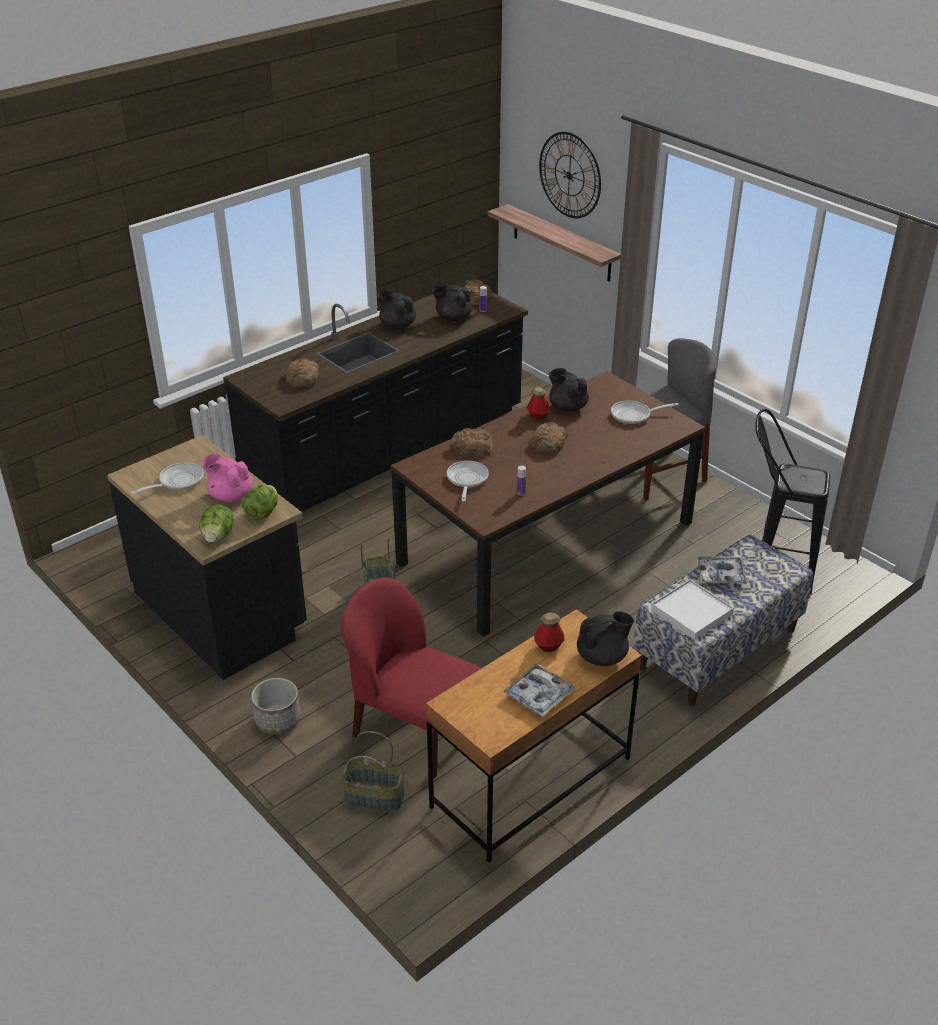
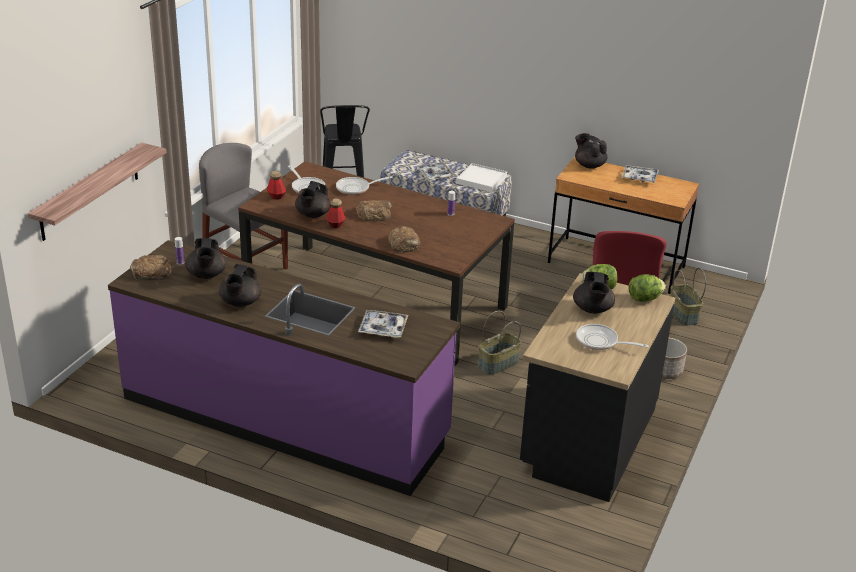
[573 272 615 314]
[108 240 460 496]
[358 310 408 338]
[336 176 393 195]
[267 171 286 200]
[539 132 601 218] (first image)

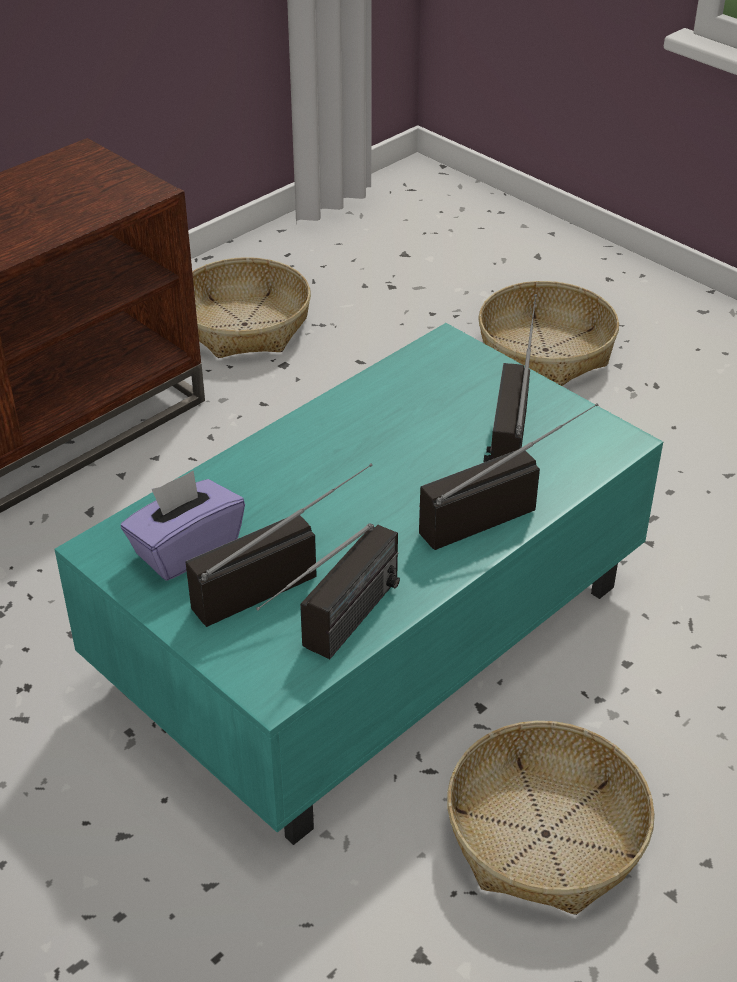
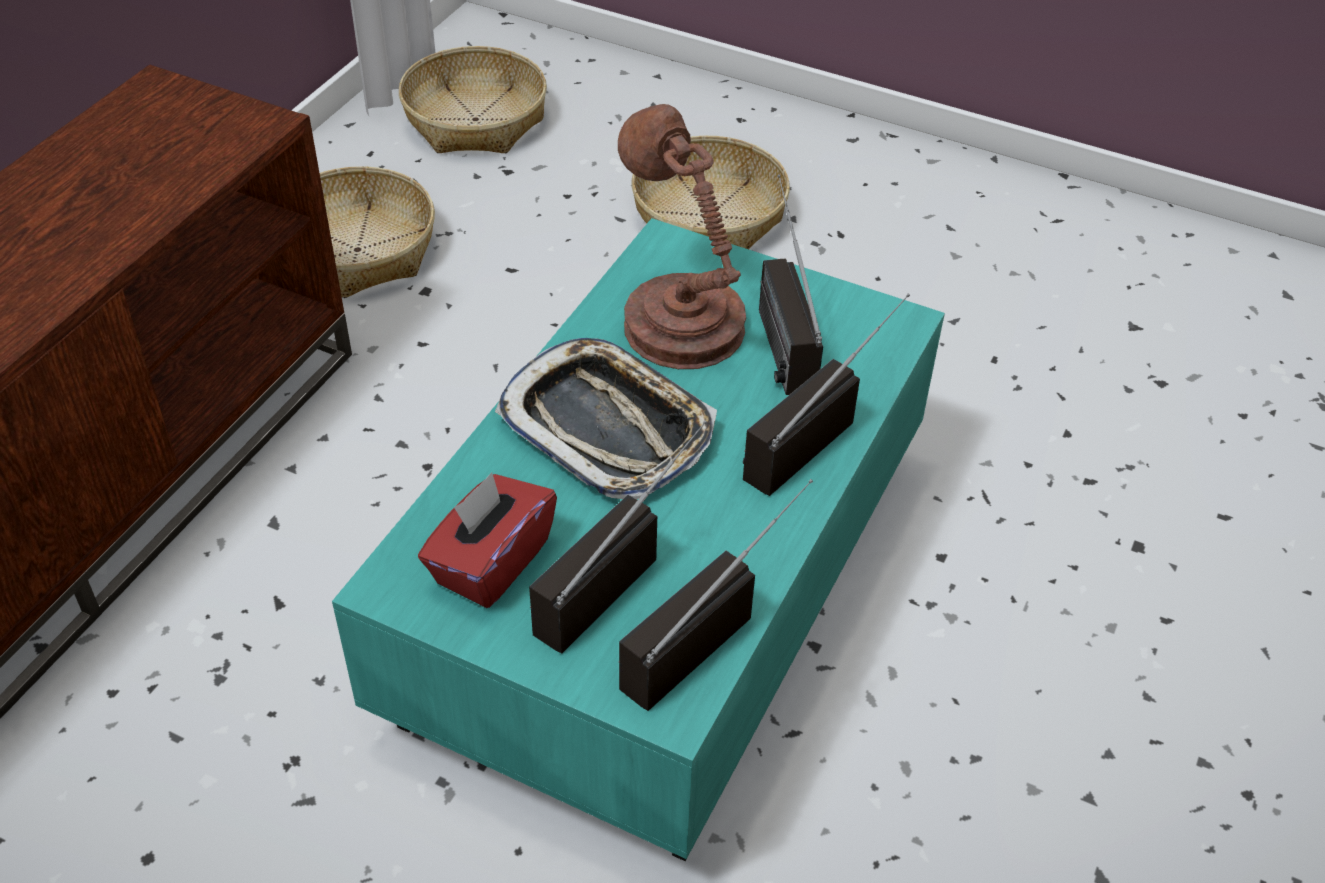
[418 472 557 608]
[618 479 813 711]
[399 46 547 153]
[495 338 717 499]
[618 104 746 369]

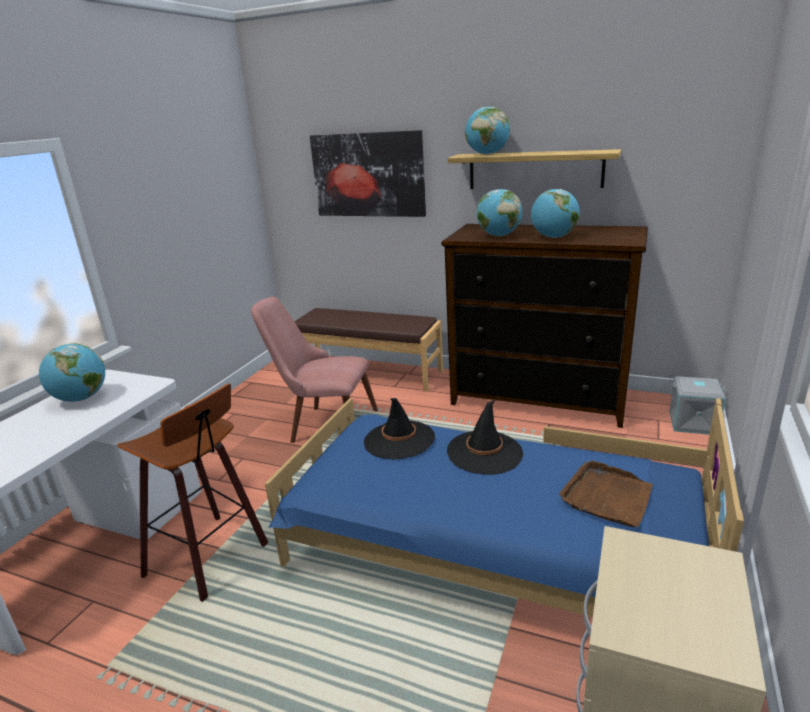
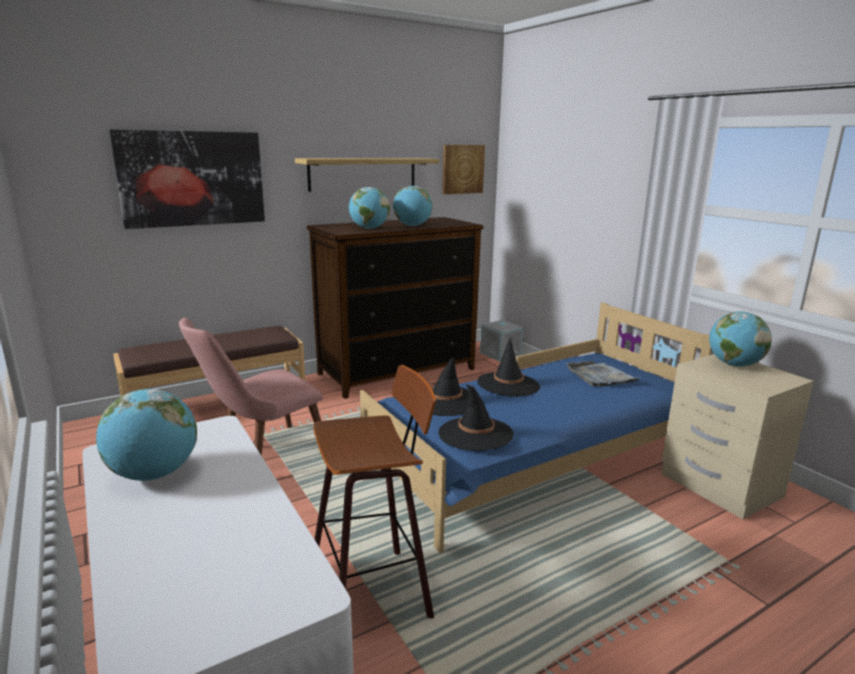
[709 311 772 367]
[566 361 639 387]
[438 384 514 451]
[442 145 485 194]

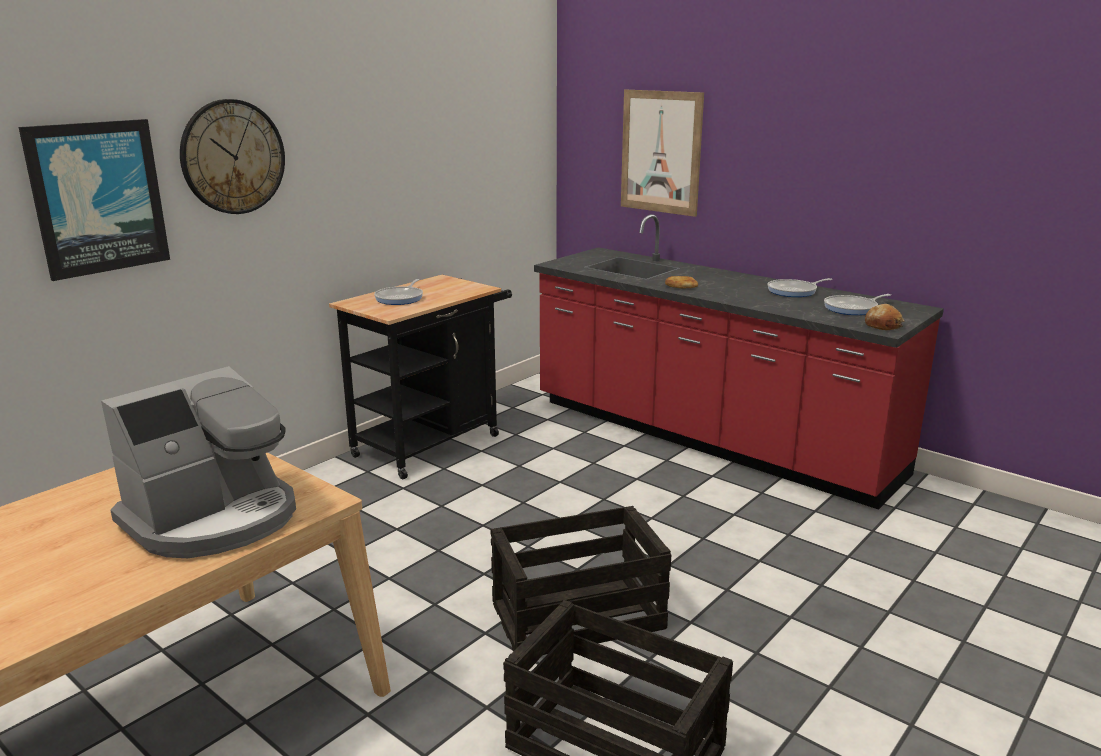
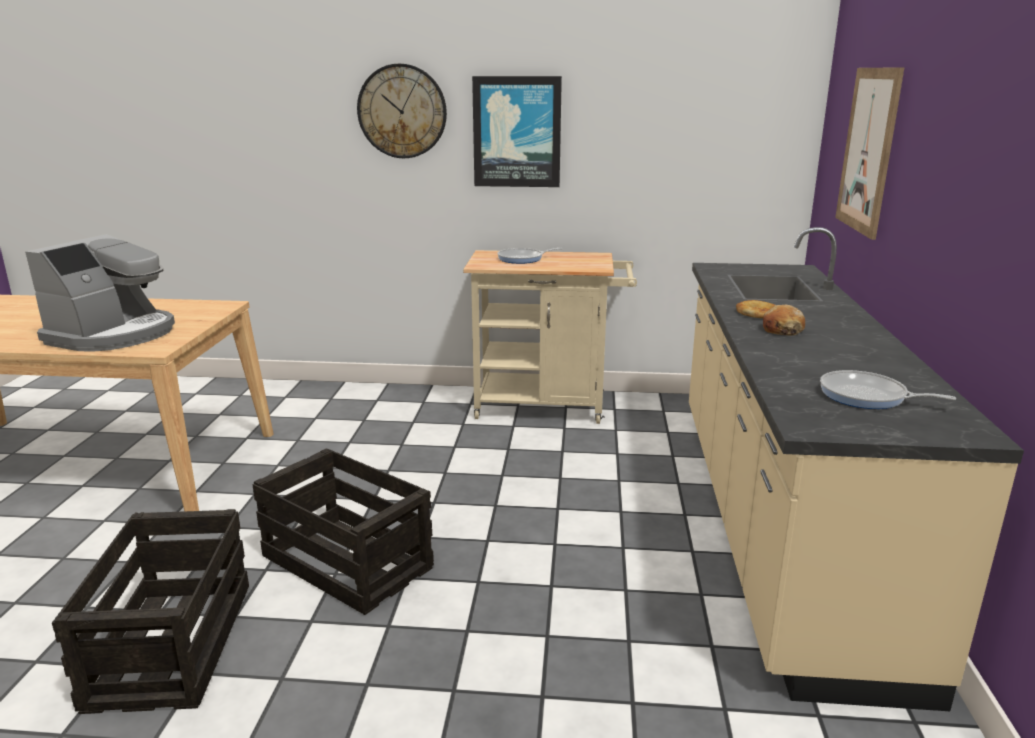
[472 76 562 187]
[25 234 175 351]
[463 250 637 424]
[689 227 1024 711]
[767 278 832 297] (first image)
[763 305 805 335]

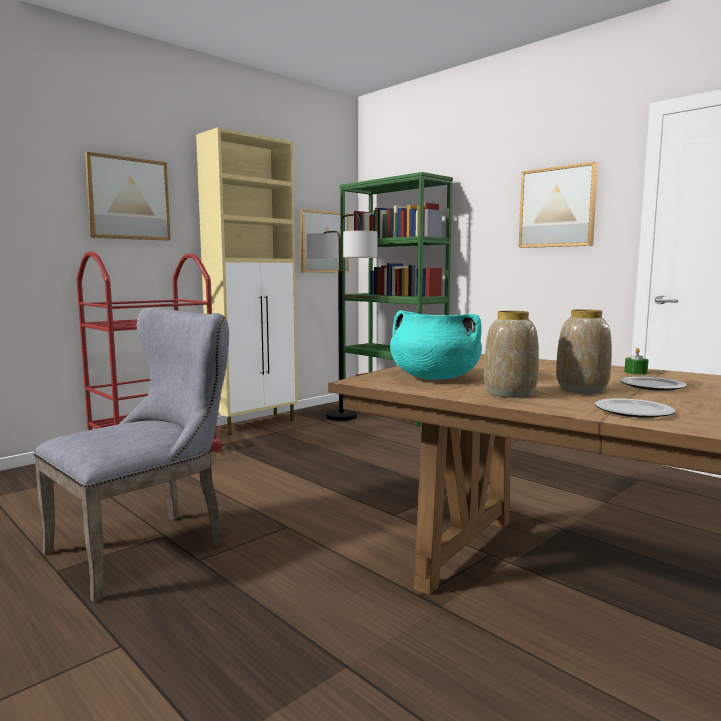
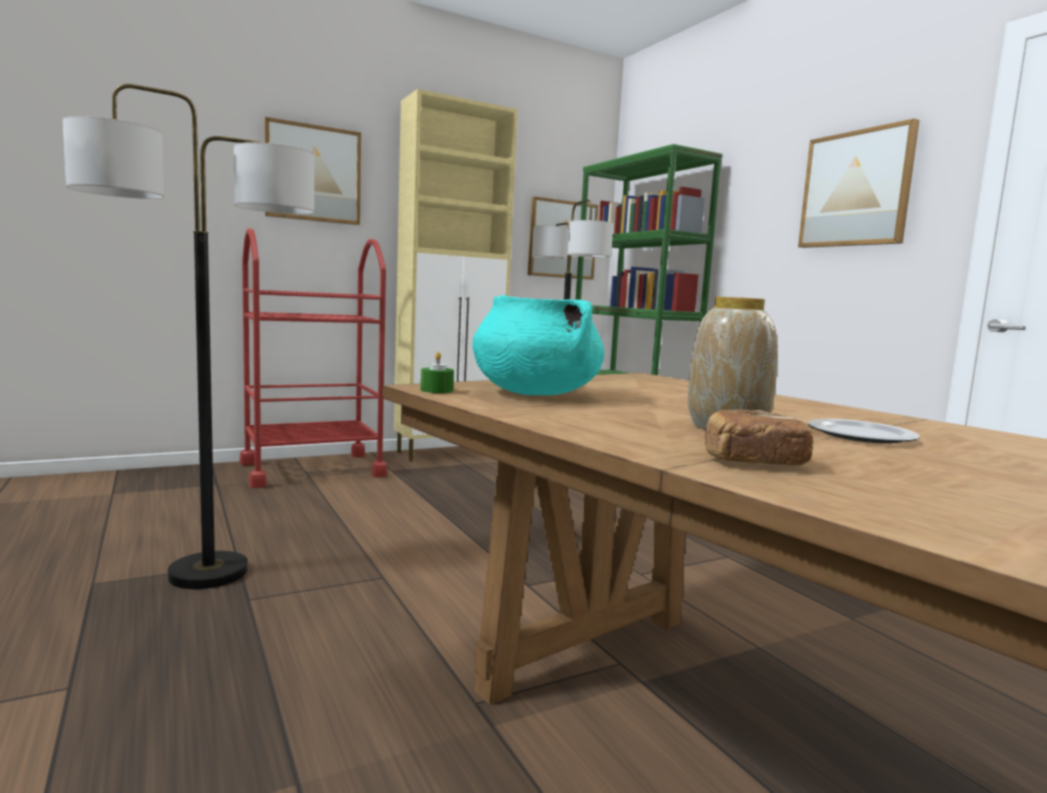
[63 84 314 589]
[484 311 539 398] (first image)
[705 409 813 465]
[421 352 454 393]

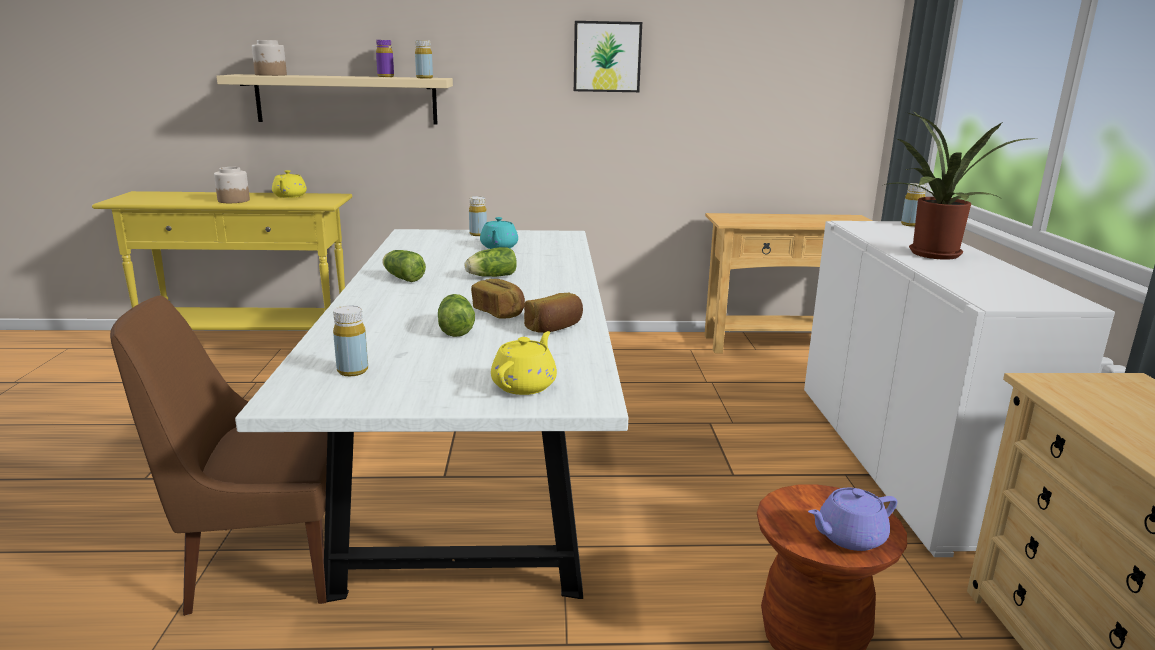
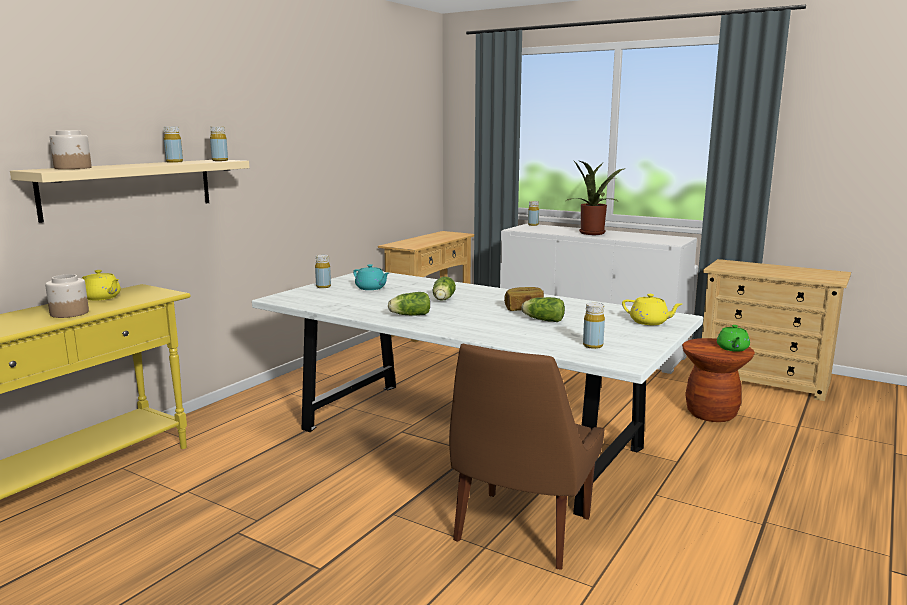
[164 127 183 163]
[622 294 682 325]
[524 293 583 333] (first image)
[574 21 642 92] (first image)
[717 325 750 352]

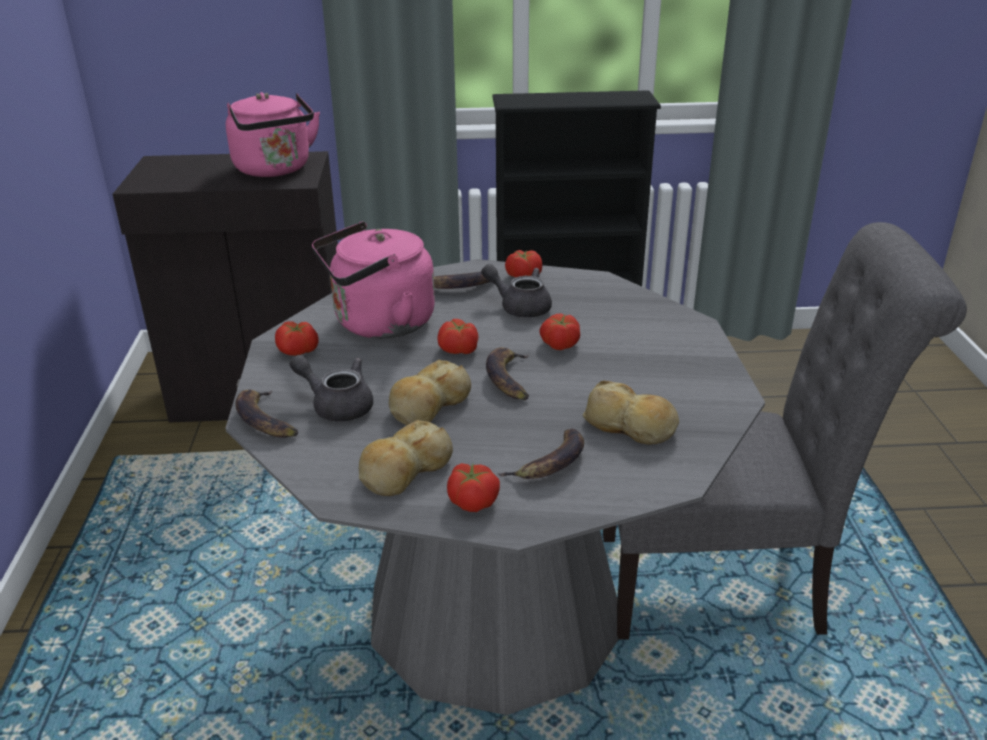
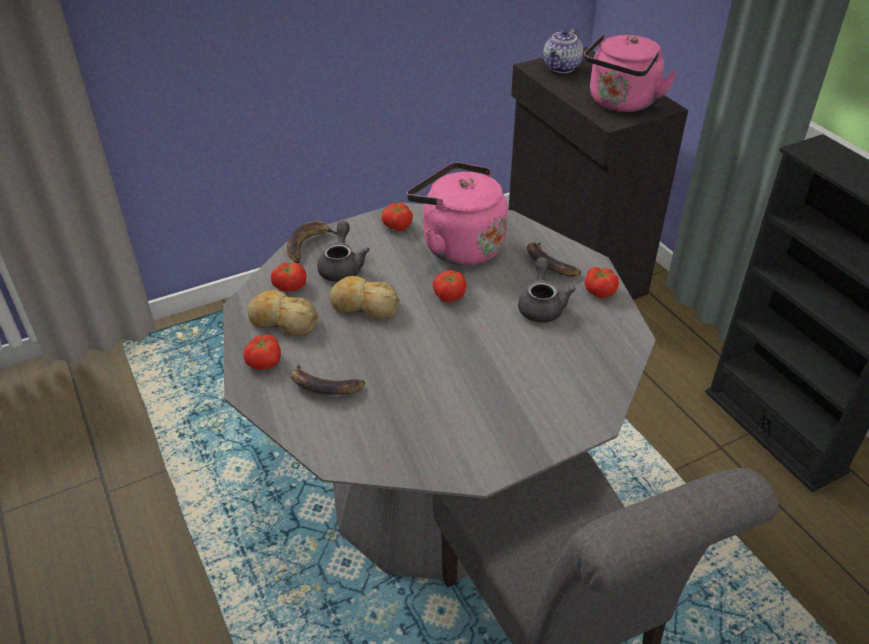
[486 347 529 400] (first image)
[271 262 306 292]
[583 380 679 445] (first image)
[543 28 583 73]

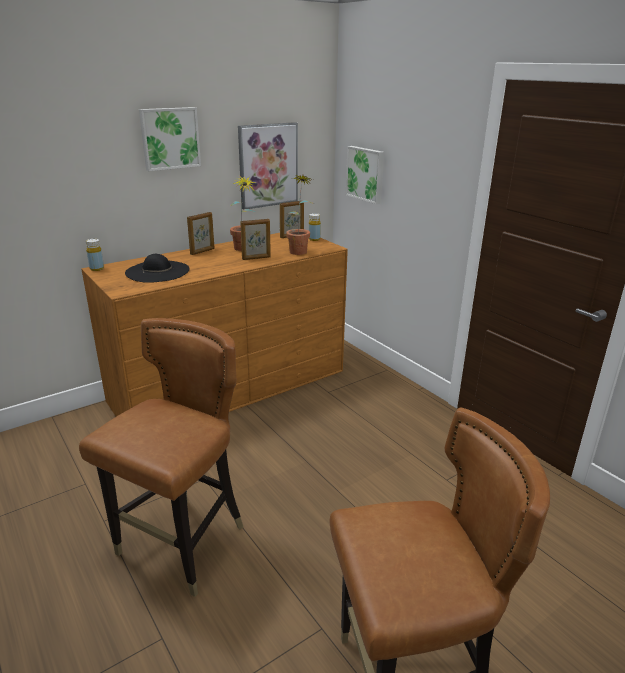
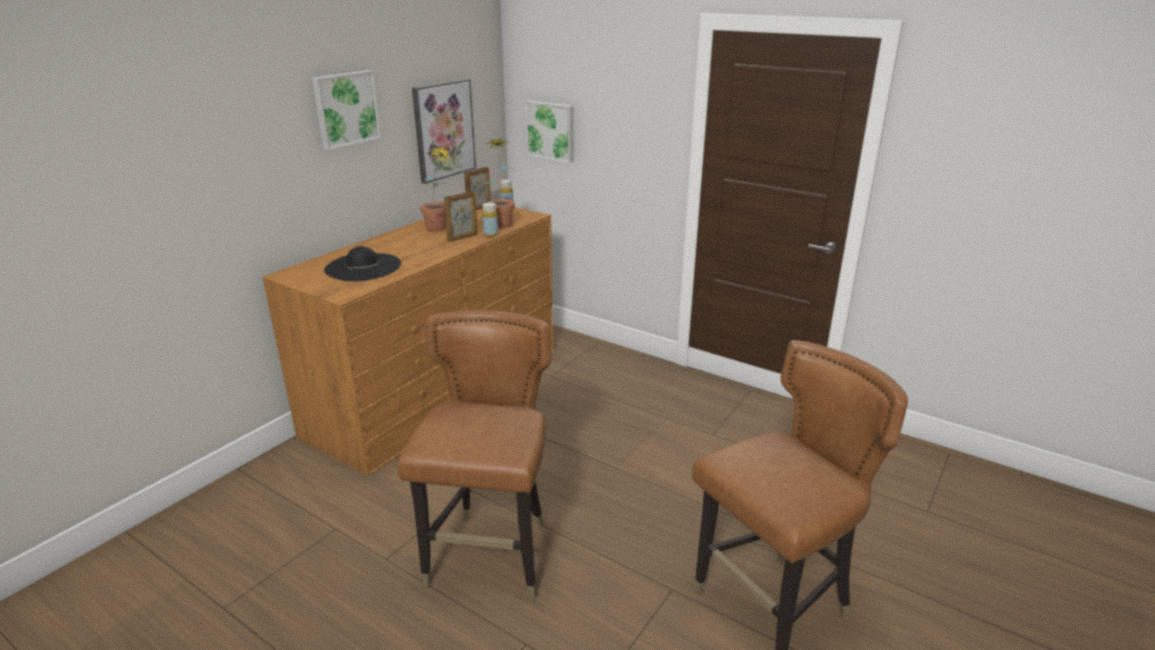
[482 202 498 237]
[187 212 214 255] (first image)

